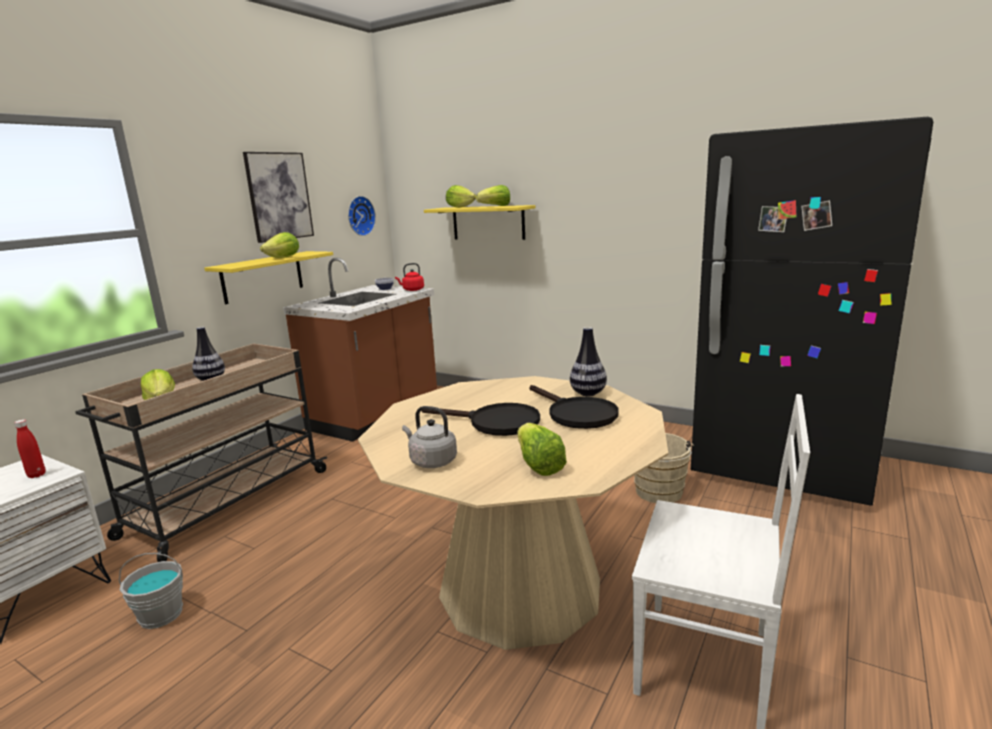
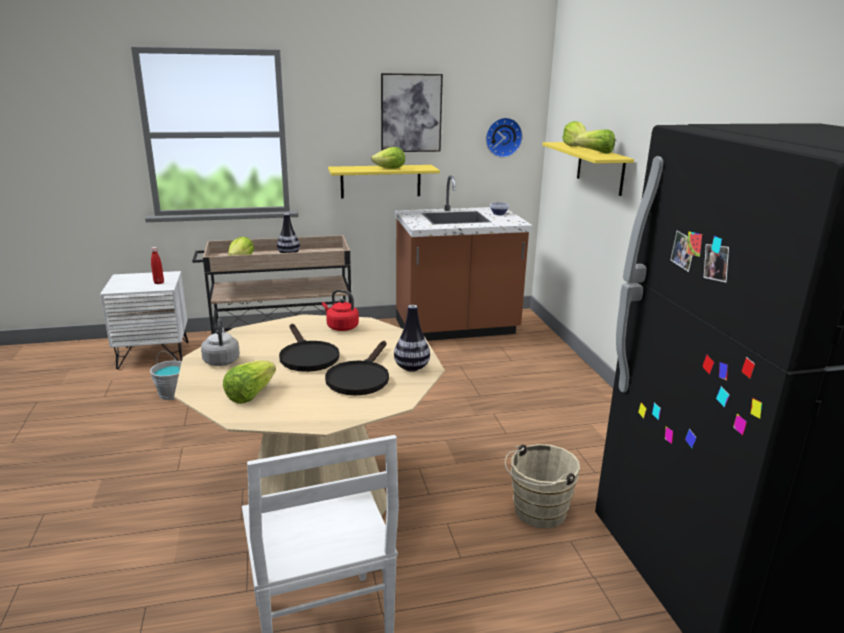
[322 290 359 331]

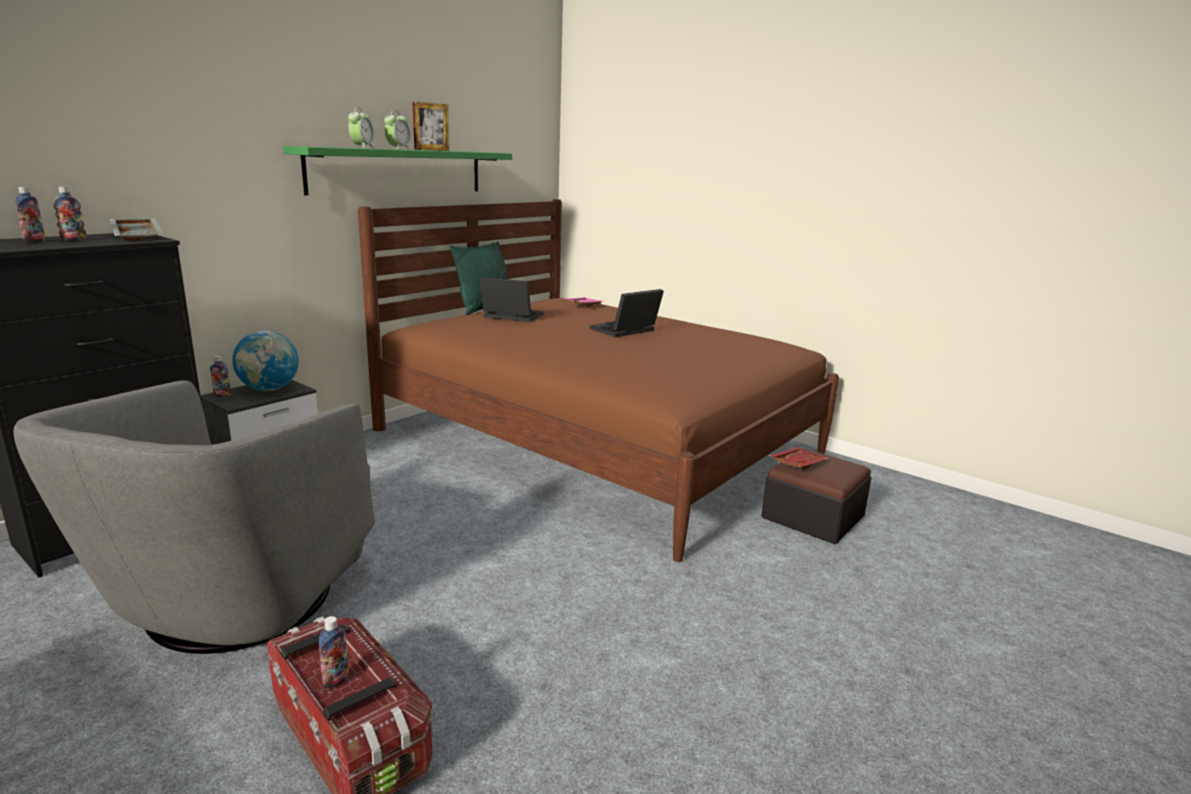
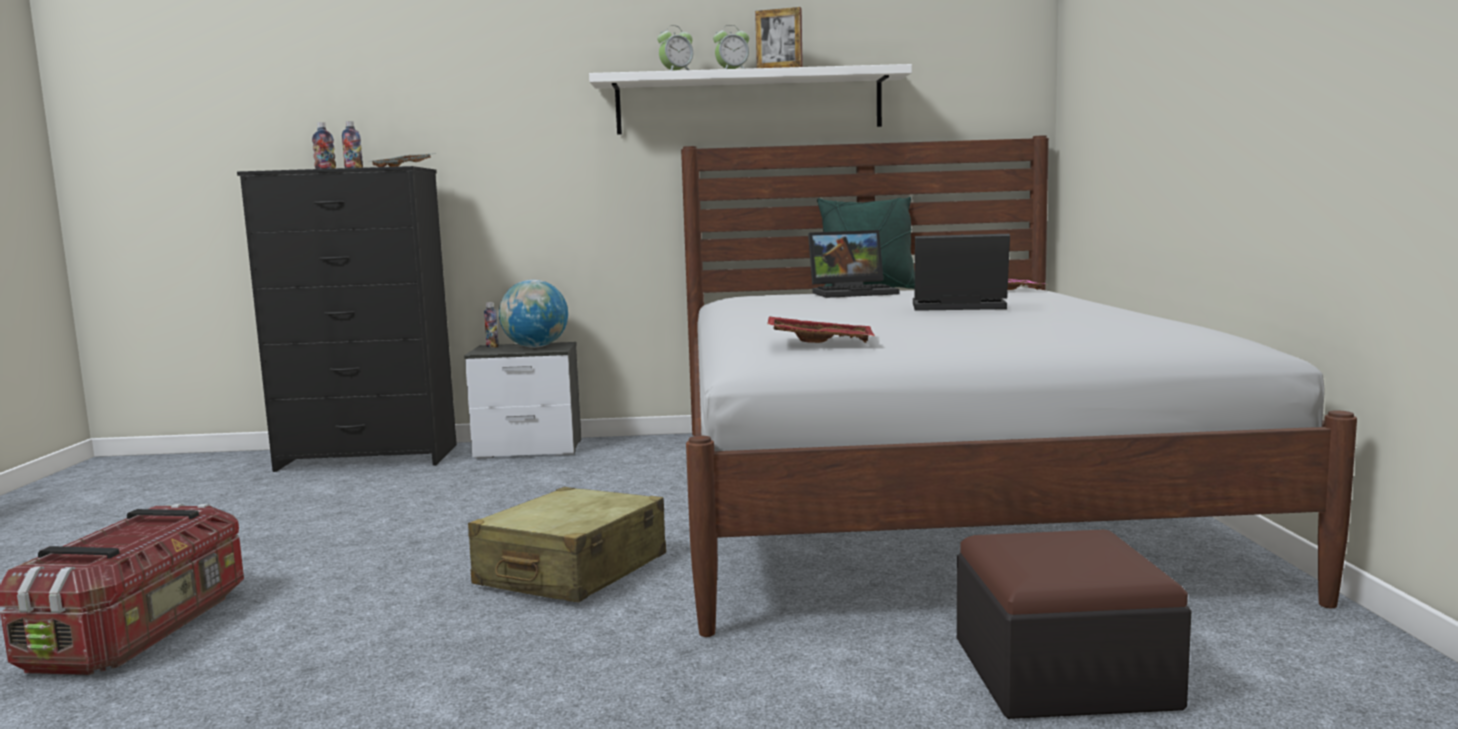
[13 381 375 654] (first image)
[589 64 912 135]
[319 616 349 689] (first image)
[681 135 1357 637]
[808 230 899 298]
[767 316 875 343]
[468 487 666 602]

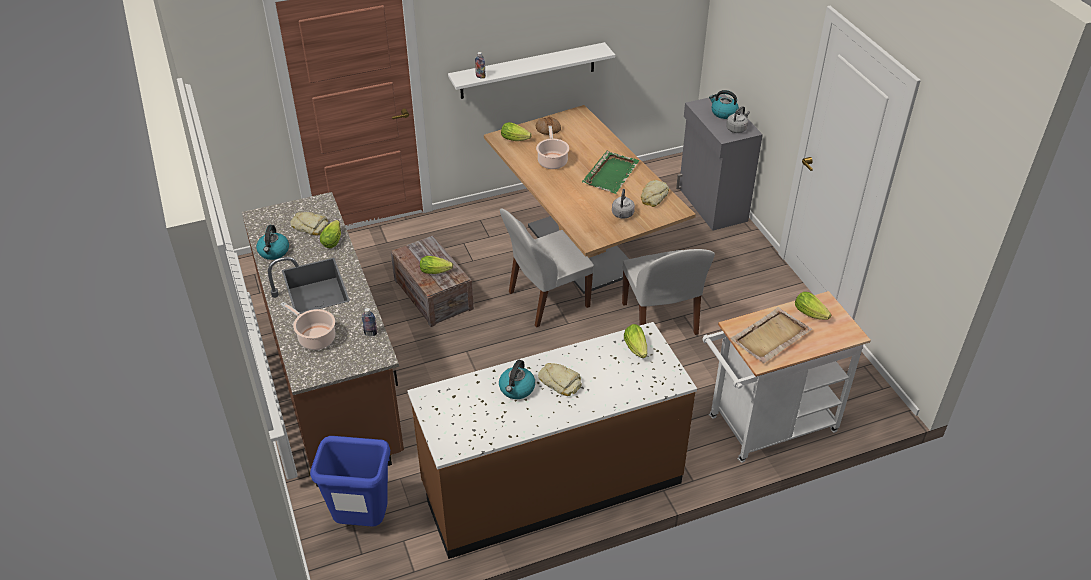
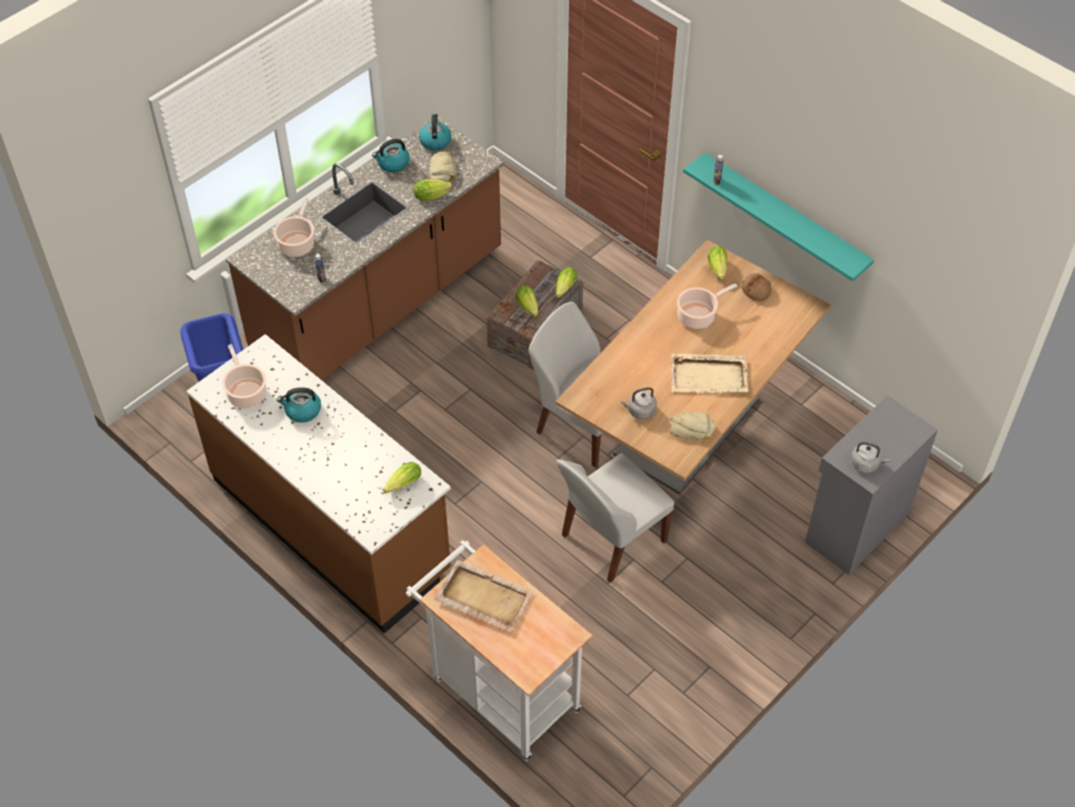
[683 152 874 281]
[538 363 582 396] (first image)
[671 354 748 393]
[419 114 451 151]
[556 267 577 298]
[222 344 266 409]

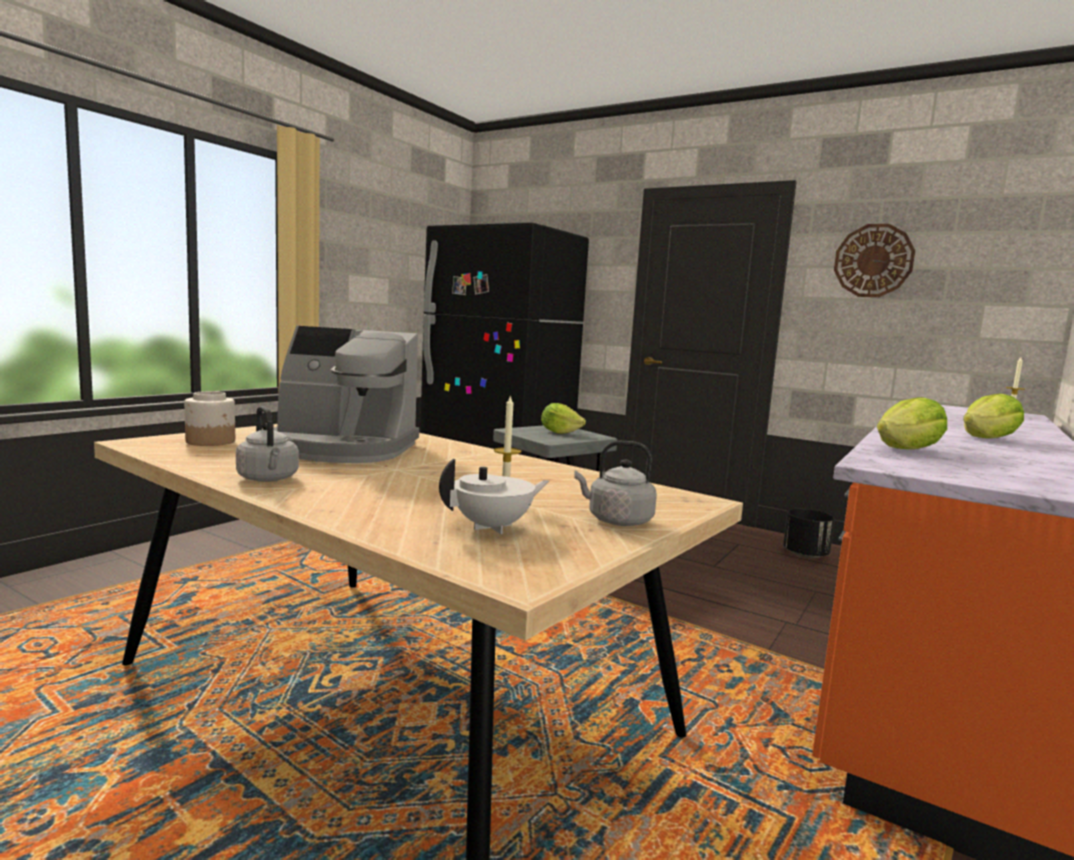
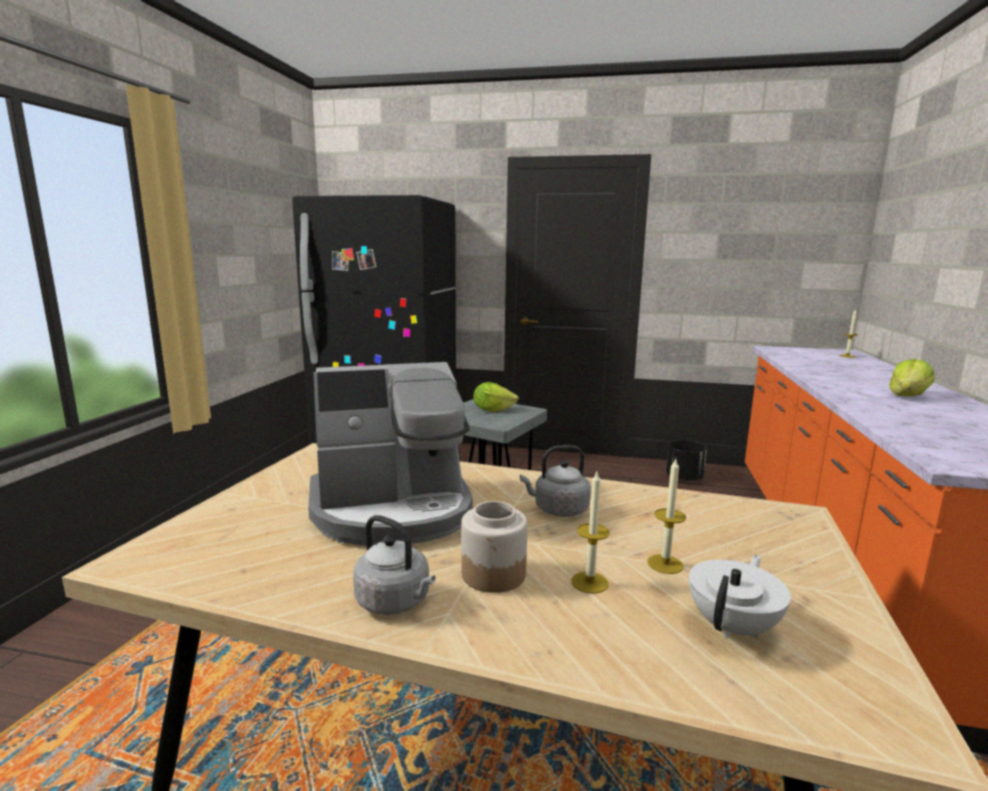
[461 501 528 593]
[520 445 591 517]
[834 224 915 297] (first image)
[877 397 947 449] (first image)
[572 472 610 594]

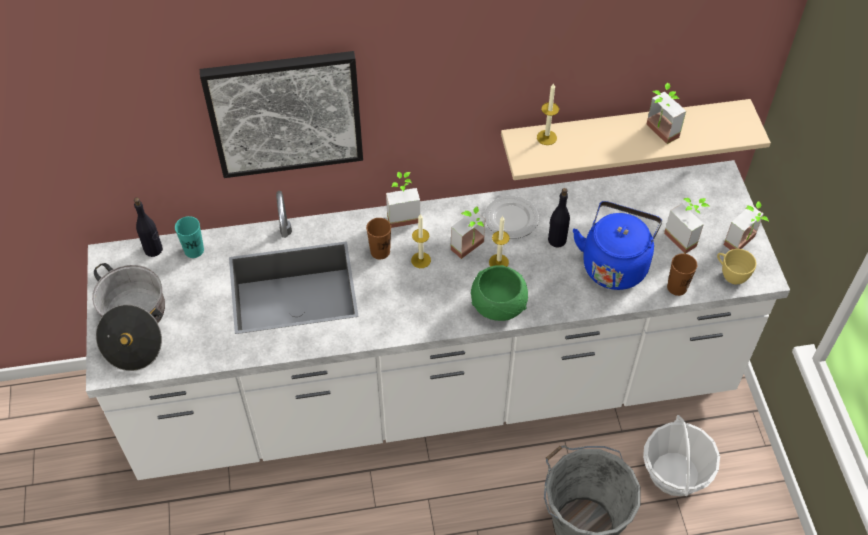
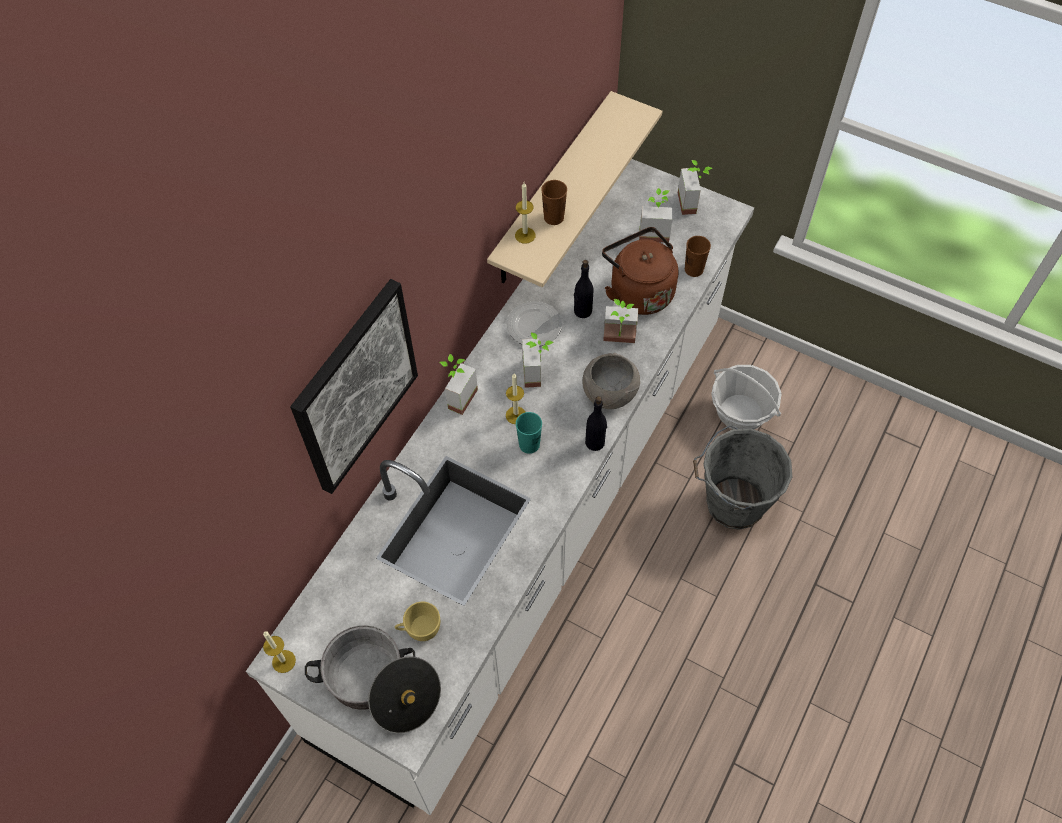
[585 396 607 451]
[516 412 542 454]
[541 180 567 225]
[582 353 640 409]
[263 631 296 673]
[602 227 678 315]
[603 299 638 343]
[395 601 440 641]

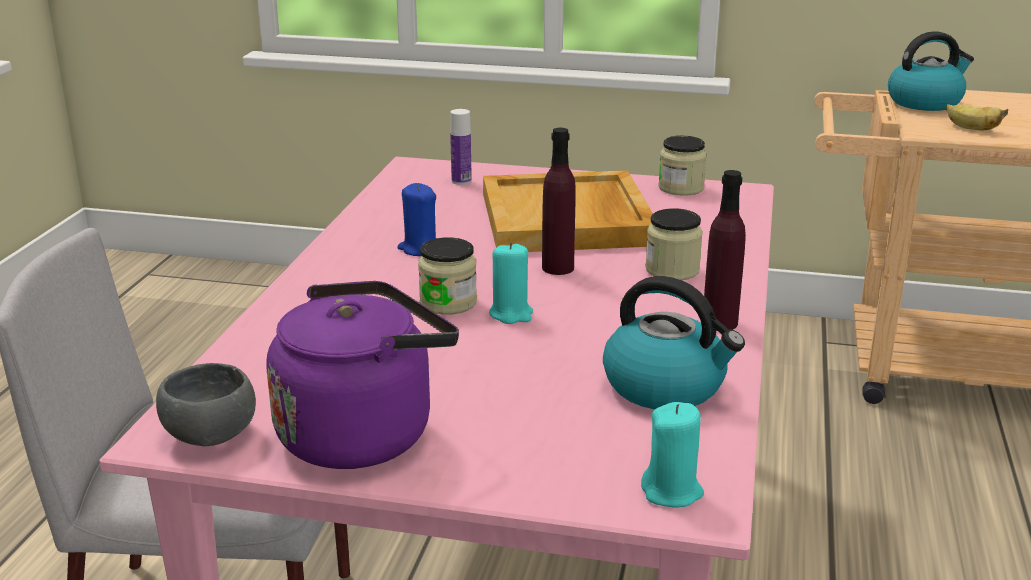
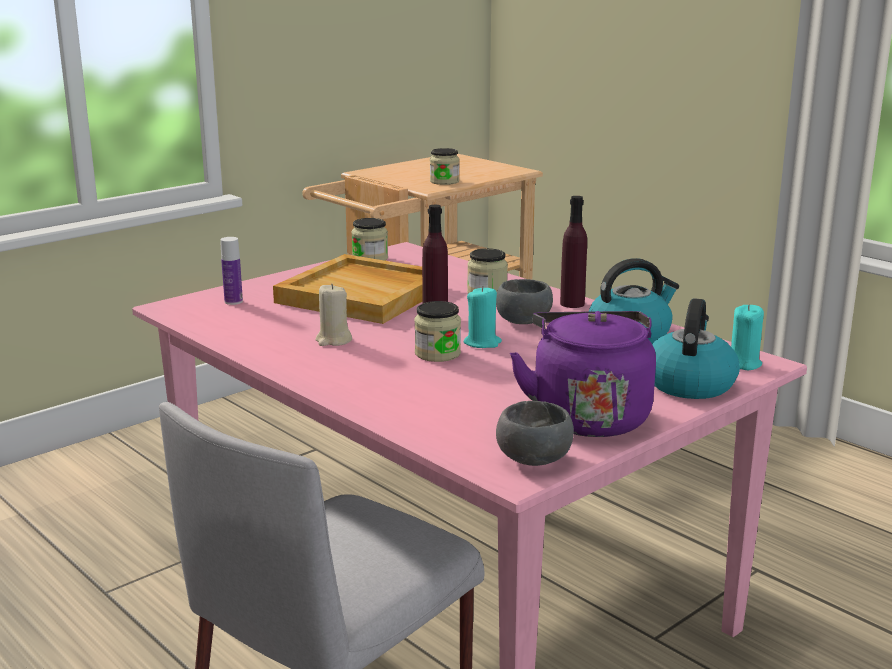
[316 284 352 346]
[652 298 740 399]
[430 148 459 185]
[496 279 553 324]

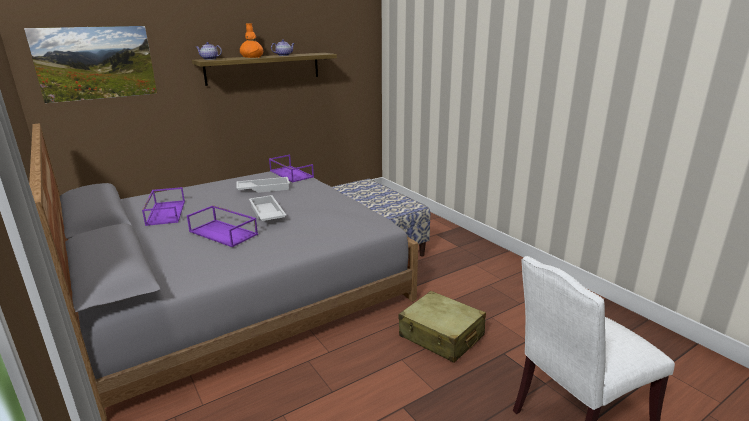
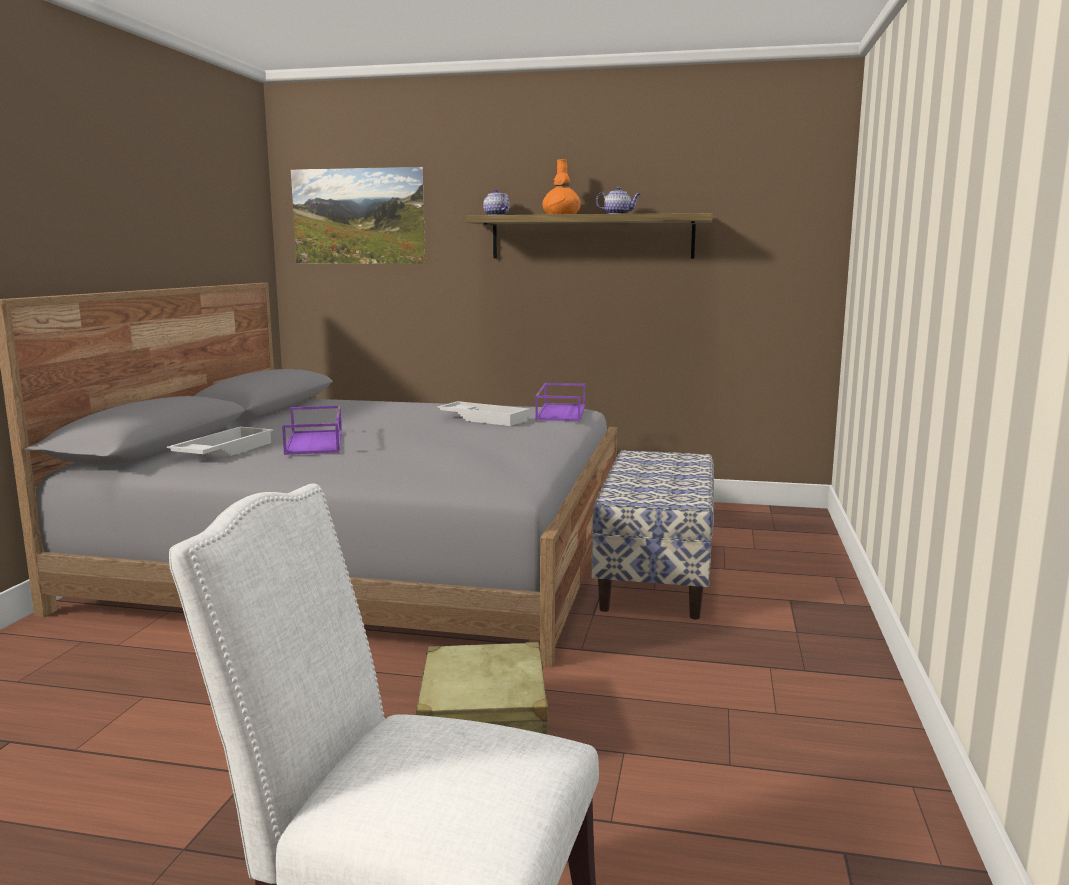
[142 187 185 226] (first image)
[167 427 273 456]

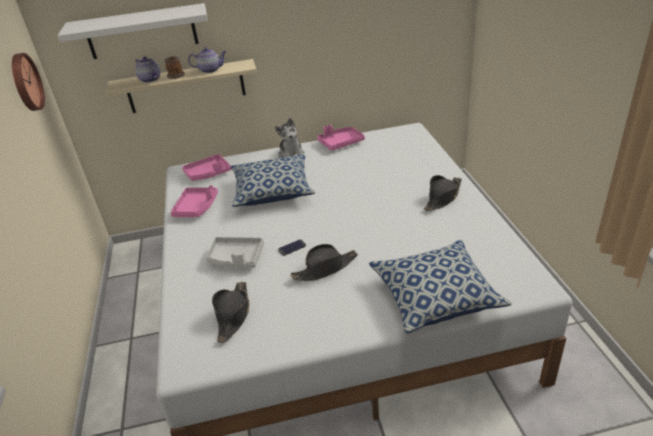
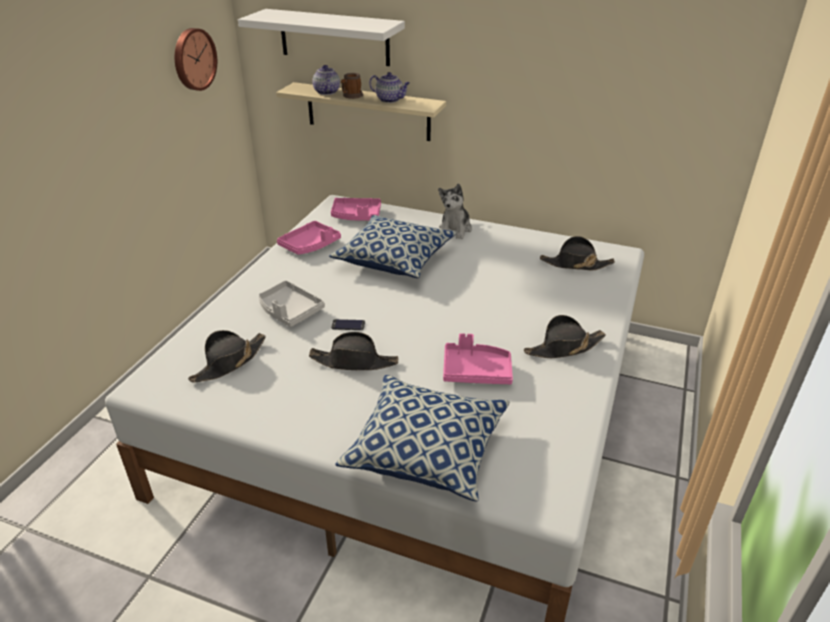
[443 333 513 384]
[540 236 615 270]

